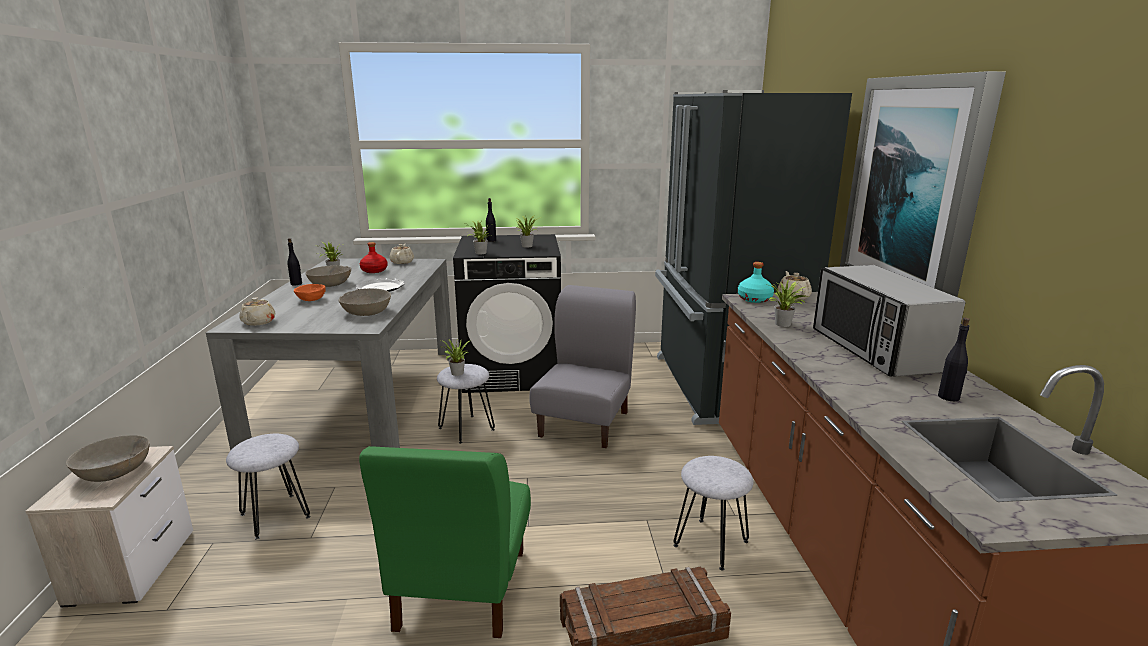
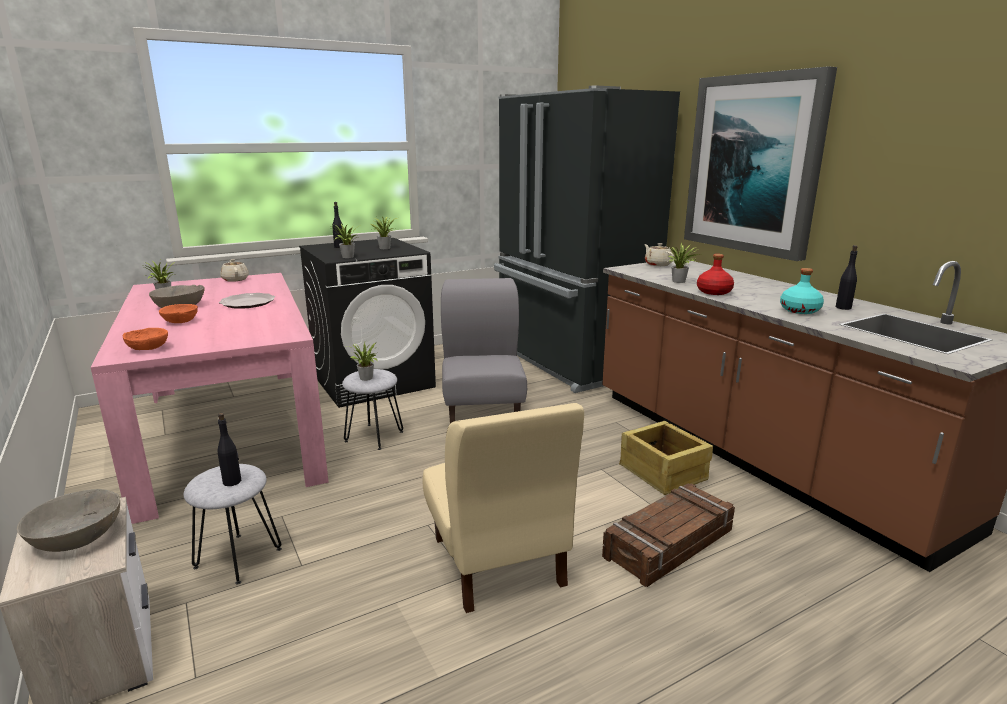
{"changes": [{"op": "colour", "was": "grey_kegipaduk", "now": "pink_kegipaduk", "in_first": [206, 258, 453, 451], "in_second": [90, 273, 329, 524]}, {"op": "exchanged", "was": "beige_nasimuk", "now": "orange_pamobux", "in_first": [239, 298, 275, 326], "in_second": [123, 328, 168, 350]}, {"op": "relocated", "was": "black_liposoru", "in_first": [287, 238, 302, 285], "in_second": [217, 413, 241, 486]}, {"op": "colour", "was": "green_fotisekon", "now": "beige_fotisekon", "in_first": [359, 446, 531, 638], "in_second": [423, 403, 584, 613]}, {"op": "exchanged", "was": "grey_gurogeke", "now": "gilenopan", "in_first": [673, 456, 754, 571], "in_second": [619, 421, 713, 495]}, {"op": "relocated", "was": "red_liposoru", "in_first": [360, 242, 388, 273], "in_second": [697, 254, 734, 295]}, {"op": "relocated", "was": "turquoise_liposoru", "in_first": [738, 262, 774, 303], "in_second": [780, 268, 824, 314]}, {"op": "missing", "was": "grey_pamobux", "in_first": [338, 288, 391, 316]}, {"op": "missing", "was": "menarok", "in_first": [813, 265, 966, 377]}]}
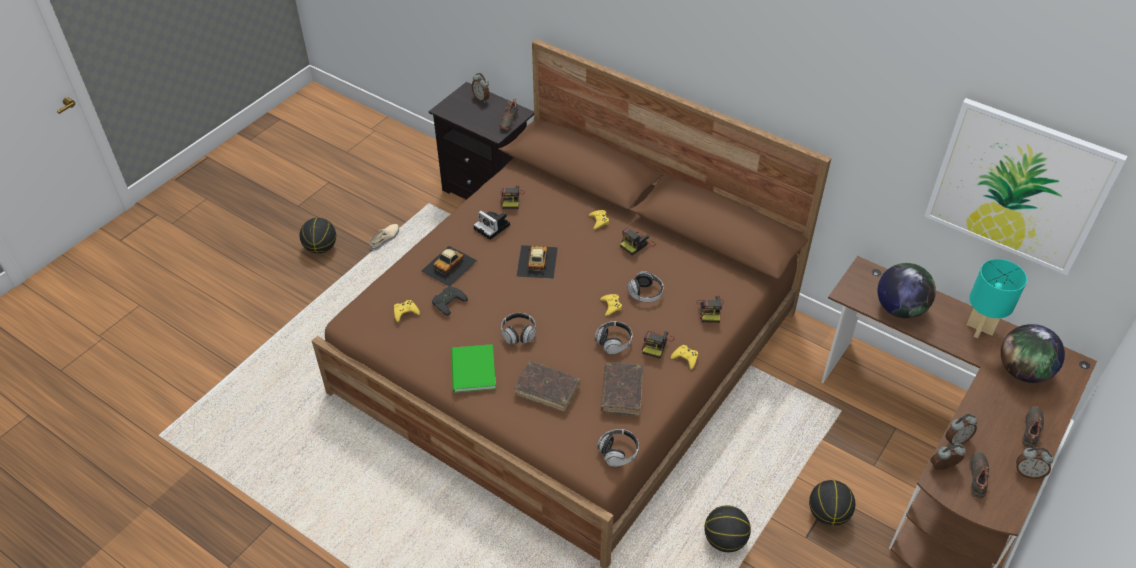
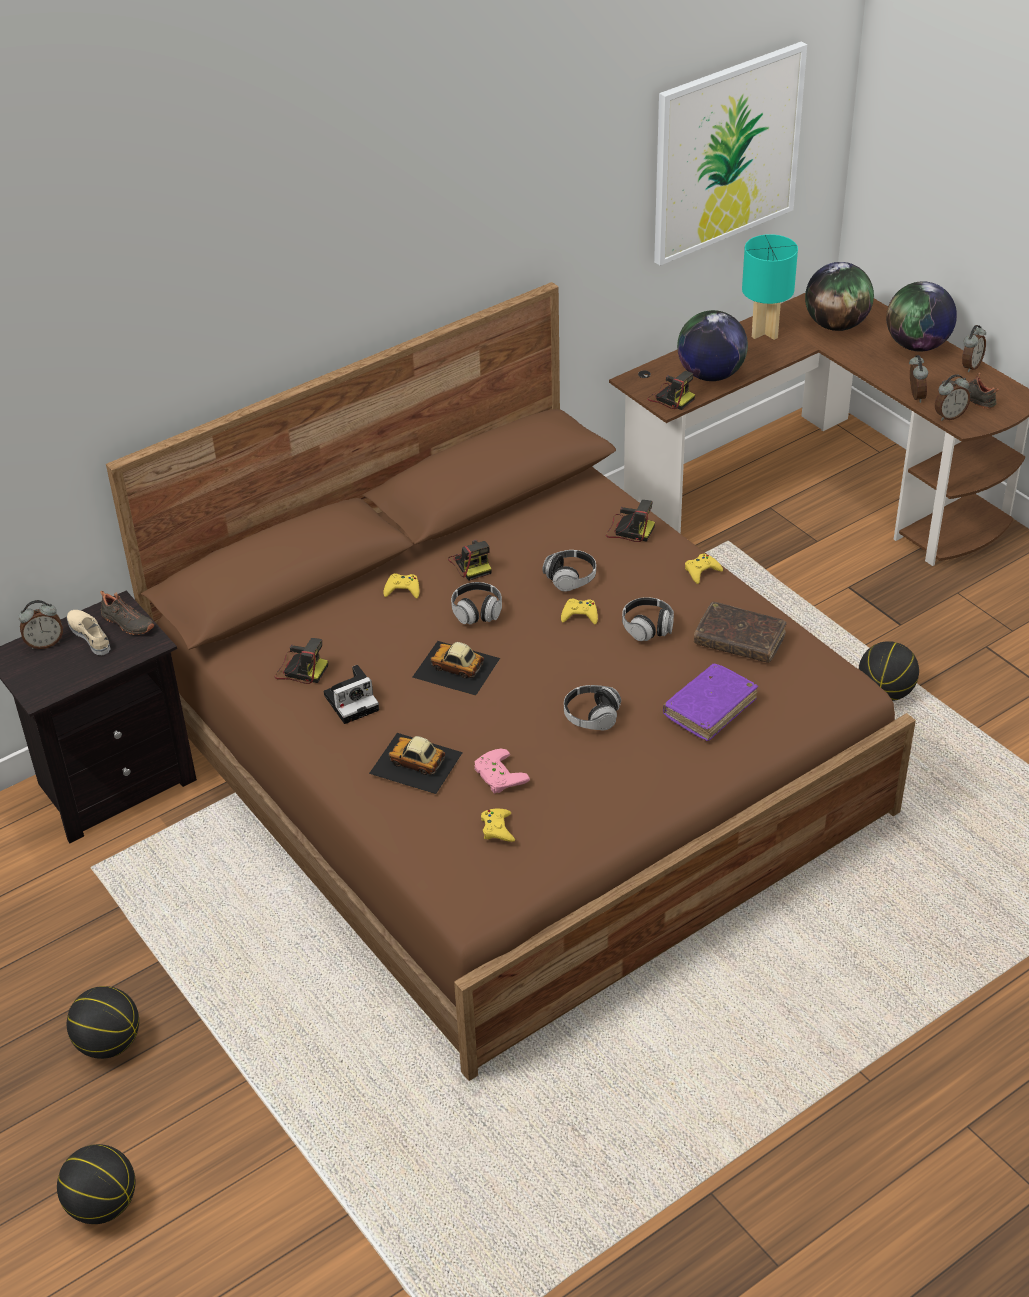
{"changes": [{"op": "relocated", "was": "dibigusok", "in_first": [809, 480, 855, 526], "in_second": [57, 1144, 135, 1224]}, {"op": "relocated", "was": "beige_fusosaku", "in_first": [369, 224, 399, 250], "in_second": [67, 610, 110, 655]}, {"op": "spun", "was": "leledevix", "in_first": [421, 246, 478, 286], "in_second": [369, 733, 463, 794], "clockwise": 150}, {"op": "relocated", "was": "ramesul", "in_first": [597, 429, 639, 467], "in_second": [451, 582, 502, 624]}, {"op": "colour", "was": "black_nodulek", "now": "pink_nodulek", "in_first": [432, 286, 468, 316], "in_second": [474, 749, 530, 794]}, {"op": "relocated", "was": "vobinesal", "in_first": [642, 331, 674, 359], "in_second": [647, 371, 695, 410]}, {"op": "colour", "was": "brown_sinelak", "now": "purple_sinelak", "in_first": [514, 361, 580, 412], "in_second": [663, 663, 758, 741]}, {"op": "exchanged", "was": "black_fusosaku", "now": "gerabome", "in_first": [1021, 406, 1044, 448], "in_second": [886, 281, 957, 351]}, {"op": "spun", "was": "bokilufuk", "in_first": [930, 443, 966, 470], "in_second": [935, 374, 970, 421], "clockwise": -120}, {"op": "missing", "was": "green_sinelak", "in_first": [451, 344, 496, 393]}]}
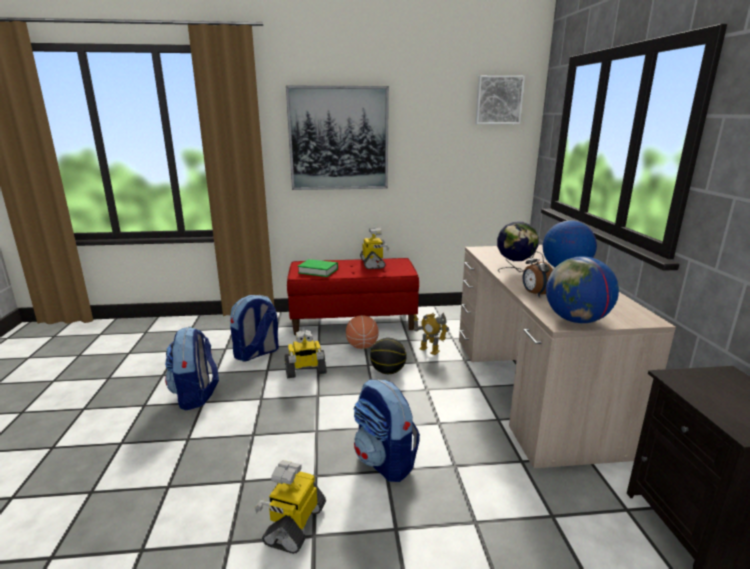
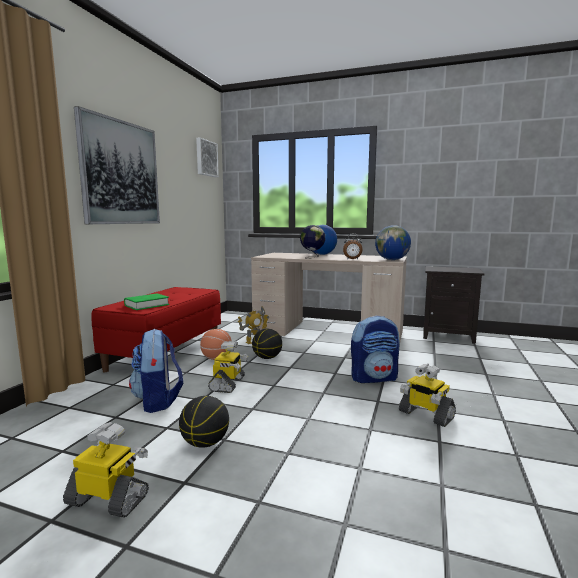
{"changes": [{"op": "relocated", "was": "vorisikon", "in_first": [360, 228, 389, 269], "in_second": [63, 422, 149, 518]}, {"op": "exchanged", "was": "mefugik", "now": "dibigusok", "in_first": [165, 327, 219, 411], "in_second": [179, 396, 229, 448]}]}
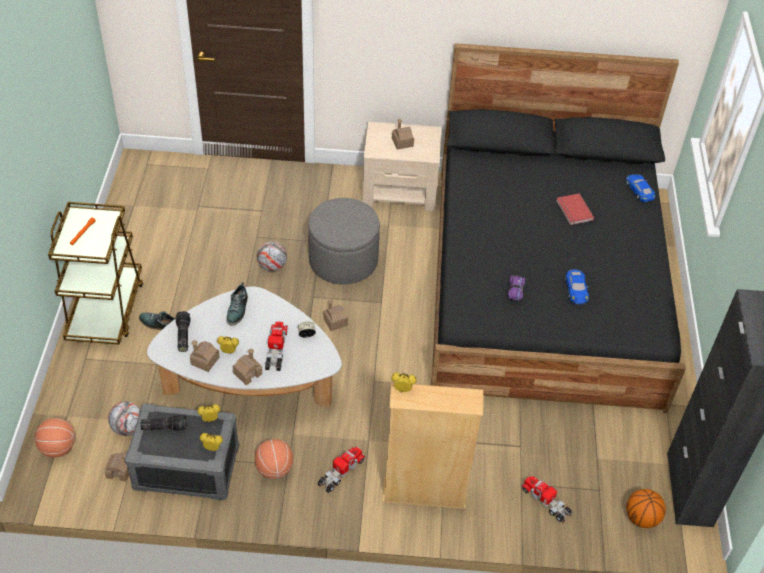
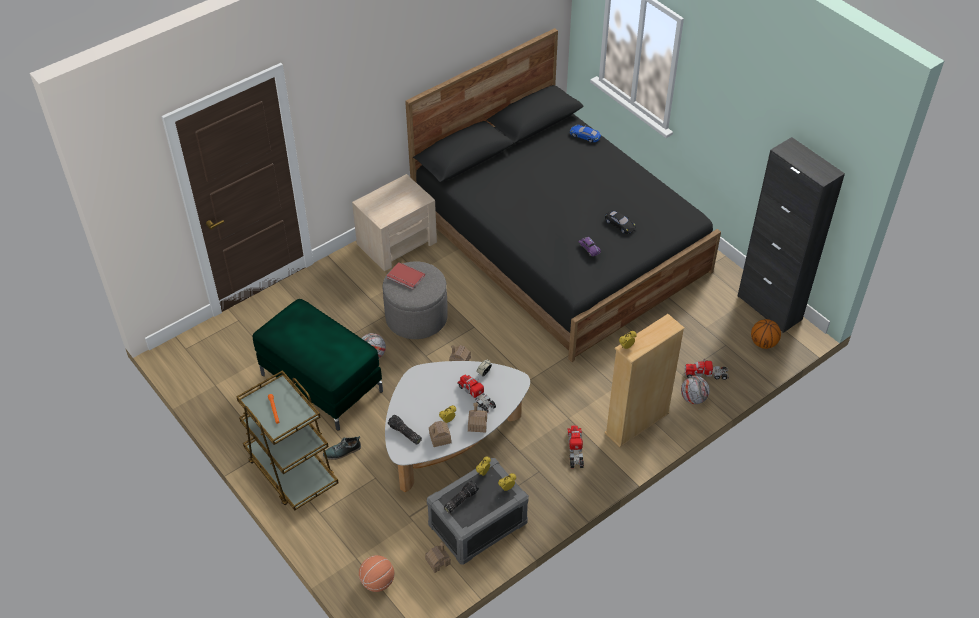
{"changes": [{"op": "appeared", "now": "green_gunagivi", "in_second": [253, 299, 383, 431]}, {"op": "relocated", "was": "red_sinelak", "in_first": [556, 193, 594, 225], "in_second": [387, 262, 425, 290]}, {"op": "colour", "was": "blue_leledevix", "now": "black_leledevix", "in_first": [565, 270, 589, 304], "in_second": [605, 210, 636, 234]}, {"op": "relocated", "was": "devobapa", "in_first": [108, 401, 140, 436], "in_second": [681, 376, 710, 404]}, {"op": "missing", "was": "fusosaku", "in_first": [226, 282, 248, 326]}, {"op": "missing", "was": "dibigusok", "in_first": [255, 439, 293, 479]}, {"op": "missing", "was": "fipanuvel", "in_first": [392, 119, 414, 150]}]}
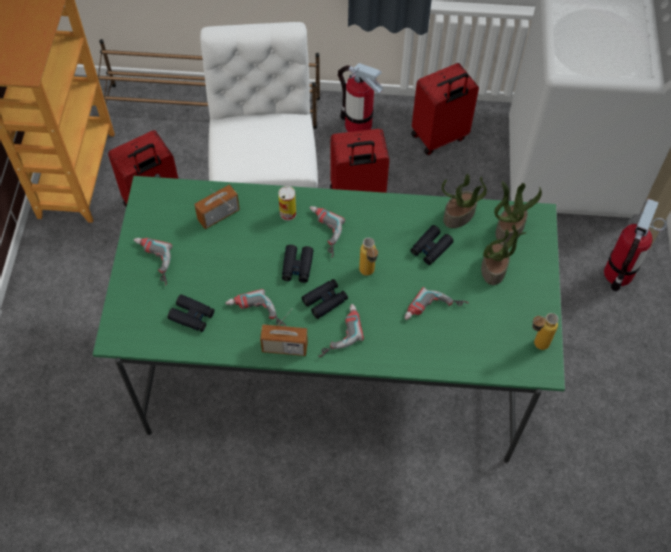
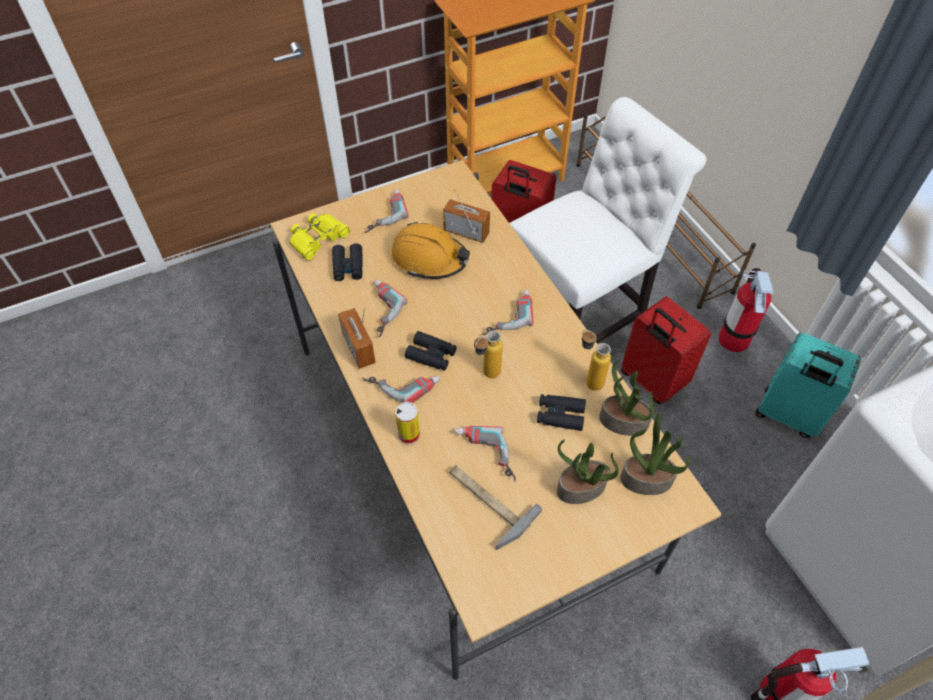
{"changes": [{"op": "colour", "was": "green_kegipaduk", "now": "beige_kegipaduk", "in_first": [93, 174, 565, 463], "in_second": [270, 160, 722, 680]}, {"op": "appeared", "now": "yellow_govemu", "in_second": [289, 213, 350, 261]}, {"op": "appeared", "now": "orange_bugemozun", "in_second": [392, 222, 470, 279]}, {"op": "relocated", "was": "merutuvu", "in_first": [278, 186, 296, 221], "in_second": [395, 402, 420, 445]}, {"op": "appeared", "now": "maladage", "in_second": [449, 465, 542, 550]}, {"op": "relocated", "was": "liposoru", "in_first": [532, 313, 559, 350], "in_second": [582, 330, 611, 391]}, {"op": "colour", "was": "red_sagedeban", "now": "turquoise_sagedeban", "in_first": [411, 63, 479, 155], "in_second": [755, 332, 861, 438]}, {"op": "missing", "was": "black_govemu", "in_first": [282, 245, 314, 283]}]}
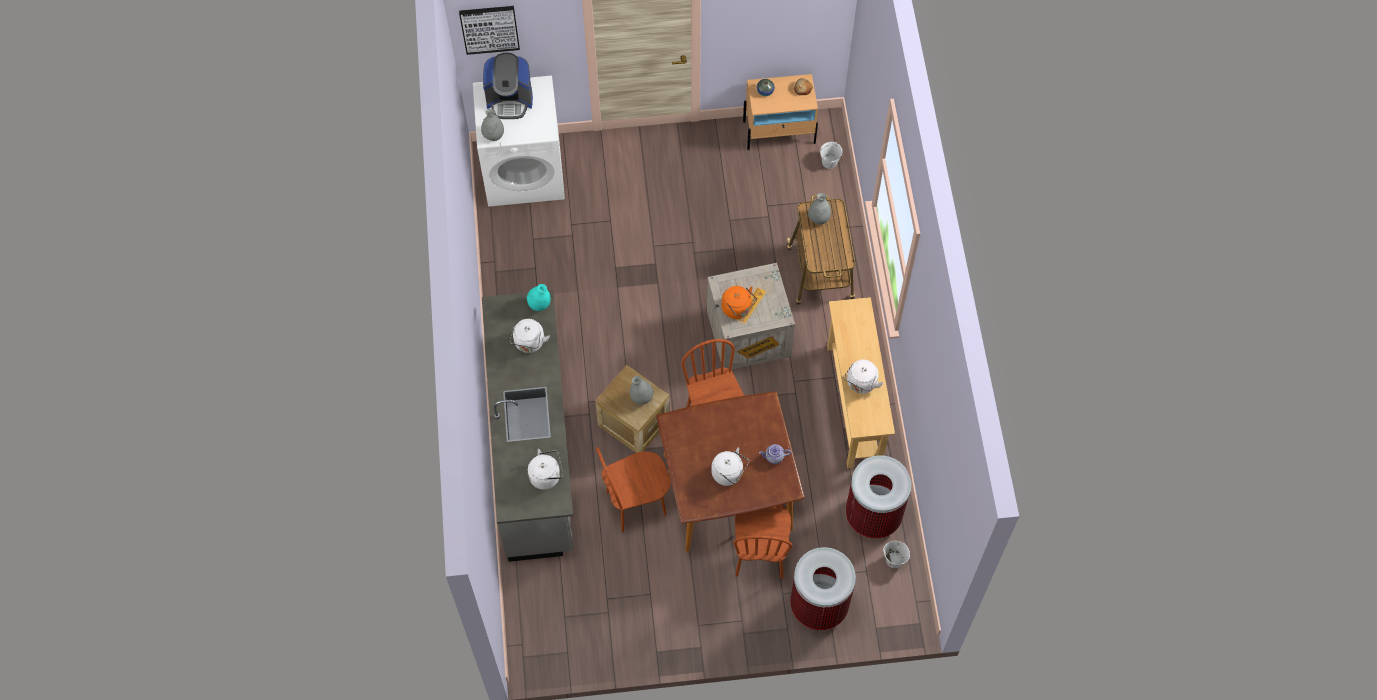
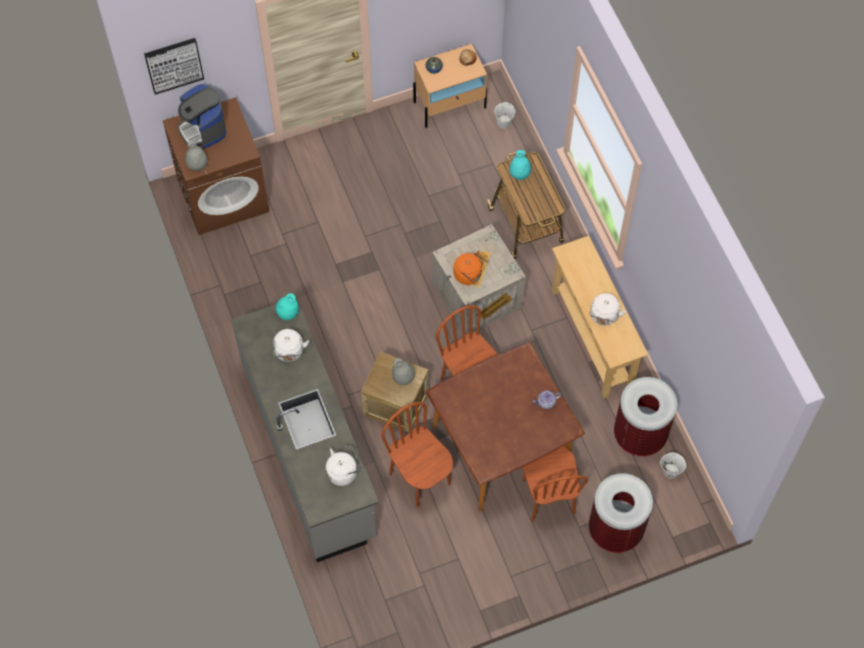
{"changes": [{"op": "colour", "was": "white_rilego", "now": "brown_rilego", "in_first": [473, 76, 565, 207], "in_second": [163, 97, 269, 235]}, {"op": "spun", "was": "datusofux", "in_first": [483, 52, 533, 119], "in_second": [177, 84, 226, 149], "clockwise": 75}, {"op": "spun", "was": "brown_fotisekon", "in_first": [596, 447, 671, 532], "in_second": [381, 402, 453, 508], "clockwise": 90}, {"op": "colour", "was": "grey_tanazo", "now": "turquoise_tanazo", "in_first": [808, 193, 831, 225], "in_second": [509, 150, 531, 180]}, {"op": "missing", "was": "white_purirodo", "in_first": [711, 448, 749, 486]}]}
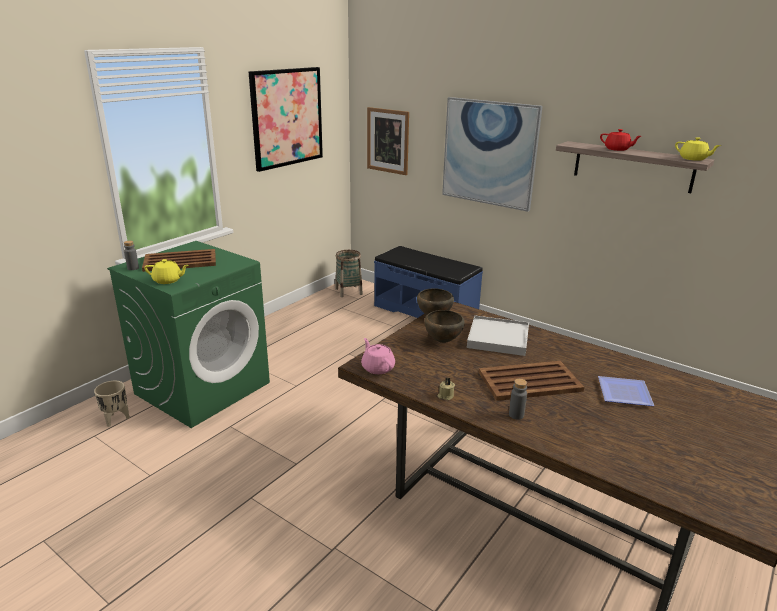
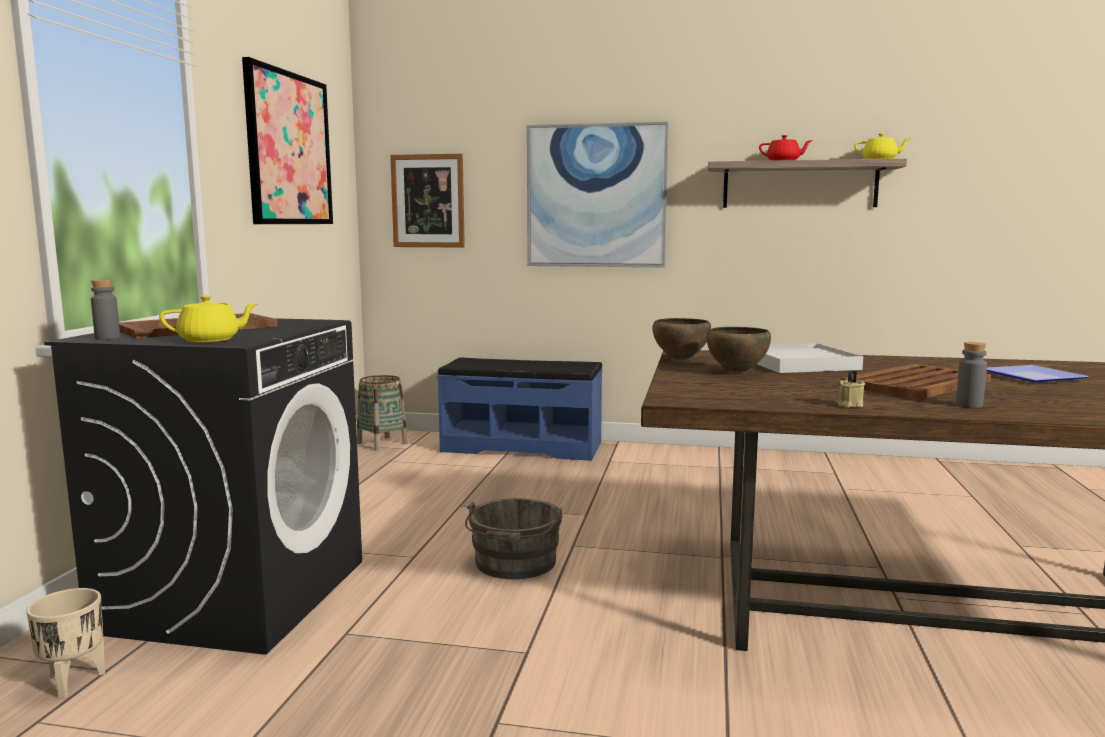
{"changes": [{"op": "colour", "was": "green_rilego", "now": "black_rilego", "in_first": [107, 241, 270, 428], "in_second": [44, 318, 362, 655]}, {"op": "appeared", "now": "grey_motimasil", "in_second": [465, 498, 563, 579]}, {"op": "missing", "was": "pink_nasimuk", "in_first": [361, 338, 395, 374]}]}
